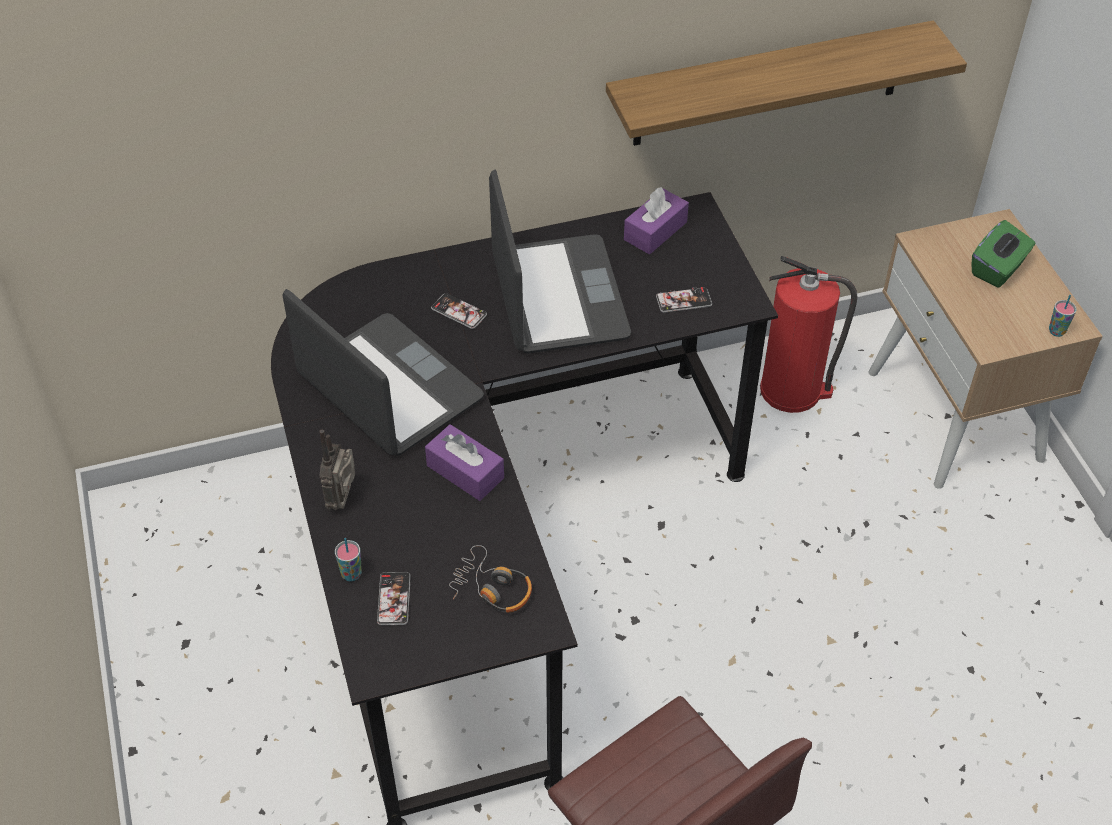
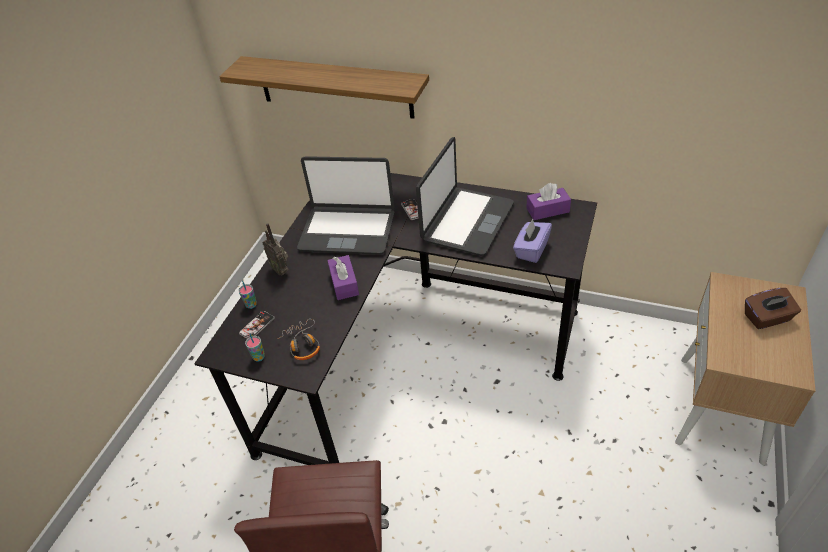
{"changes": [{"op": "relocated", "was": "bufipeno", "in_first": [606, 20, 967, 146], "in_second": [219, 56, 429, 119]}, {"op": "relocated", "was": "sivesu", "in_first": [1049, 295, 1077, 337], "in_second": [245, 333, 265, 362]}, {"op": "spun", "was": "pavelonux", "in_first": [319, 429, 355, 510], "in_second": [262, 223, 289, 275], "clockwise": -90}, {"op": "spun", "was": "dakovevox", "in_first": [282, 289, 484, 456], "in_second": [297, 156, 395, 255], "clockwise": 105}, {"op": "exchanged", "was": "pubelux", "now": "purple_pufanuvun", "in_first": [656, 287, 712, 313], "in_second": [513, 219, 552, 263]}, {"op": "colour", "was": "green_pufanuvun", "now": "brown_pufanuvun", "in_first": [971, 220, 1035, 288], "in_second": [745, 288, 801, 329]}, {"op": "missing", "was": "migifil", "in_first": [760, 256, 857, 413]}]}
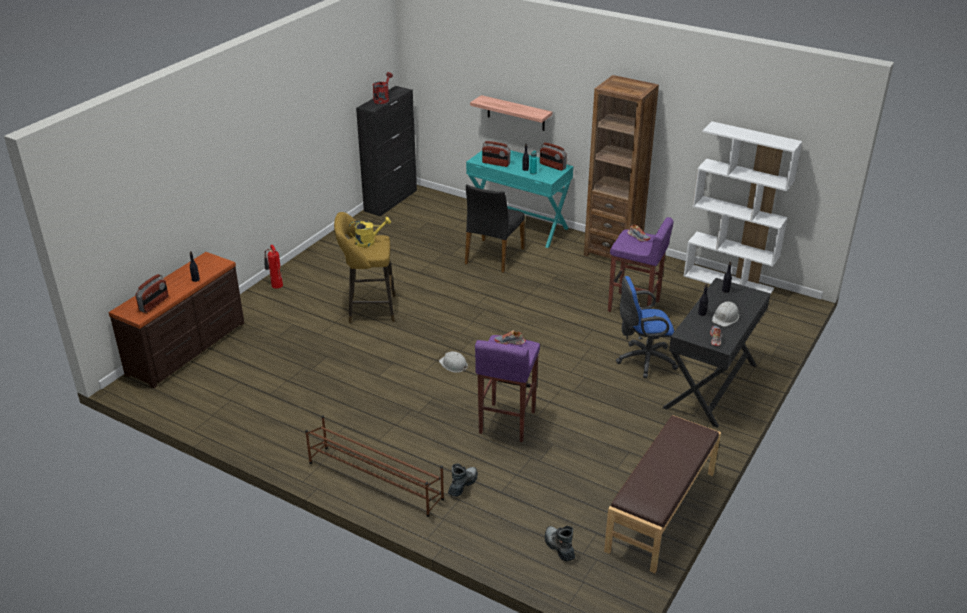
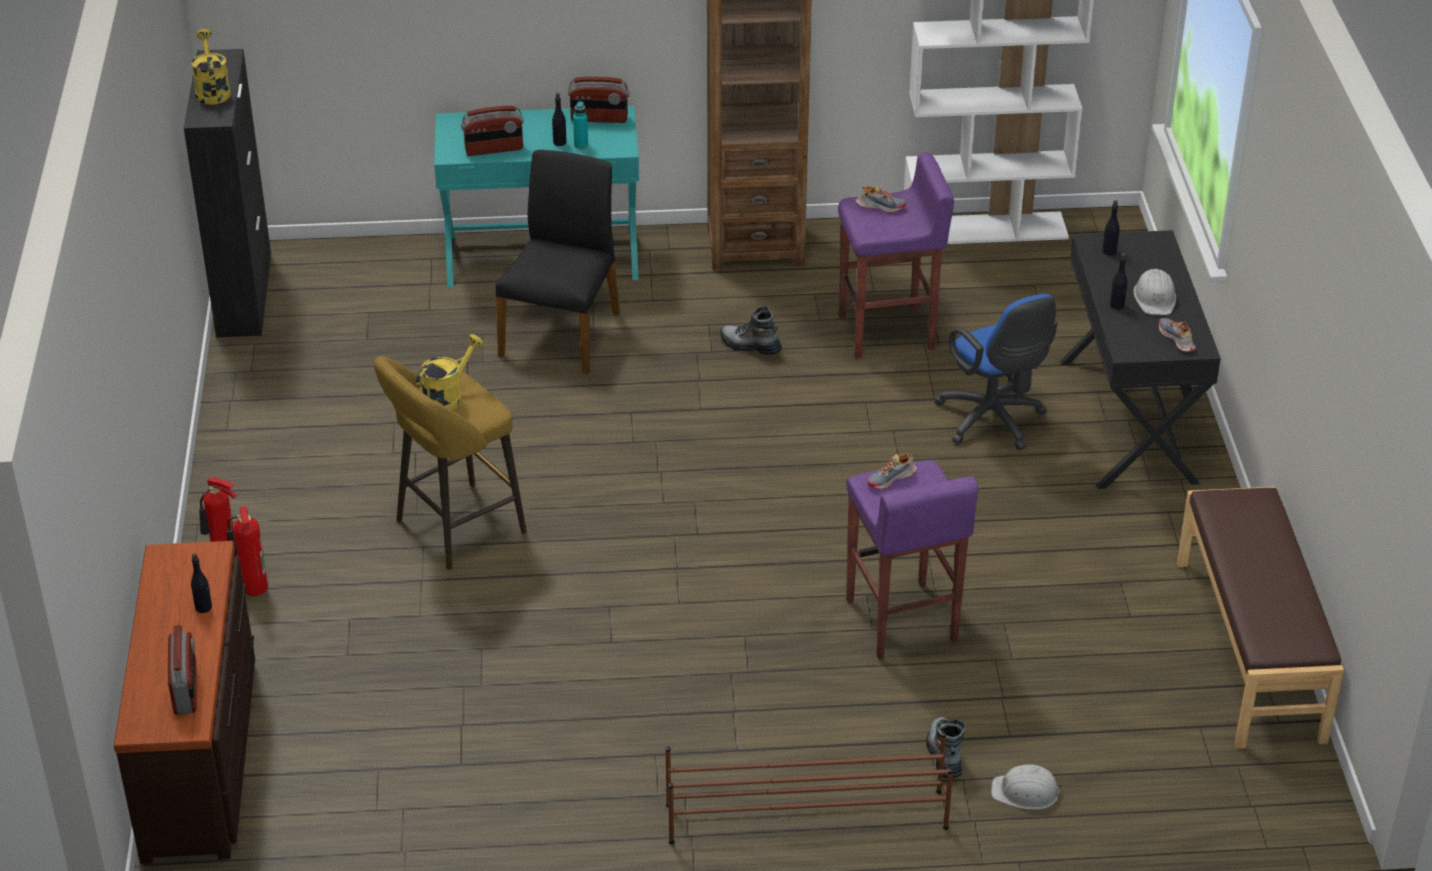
{"changes": [{"op": "colour", "was": "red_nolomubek", "now": "yellow_nolomubek", "in_first": [373, 72, 393, 104], "in_second": [191, 29, 231, 105]}, {"op": "appeared", "now": "migifil", "in_second": [227, 506, 268, 596]}, {"op": "spun", "was": "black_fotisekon", "in_first": [465, 184, 525, 273], "in_second": [496, 150, 620, 374], "clockwise": -150}, {"op": "relocated", "was": "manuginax", "in_first": [545, 526, 575, 561], "in_second": [720, 306, 782, 355]}, {"op": "spun", "was": "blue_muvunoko", "in_first": [616, 276, 678, 378], "in_second": [934, 294, 1057, 450], "clockwise": -75}, {"op": "relocated", "was": "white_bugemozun", "in_first": [439, 351, 468, 373], "in_second": [991, 764, 1064, 810]}, {"op": "missing", "was": "bufipeno", "in_first": [470, 95, 552, 131]}]}
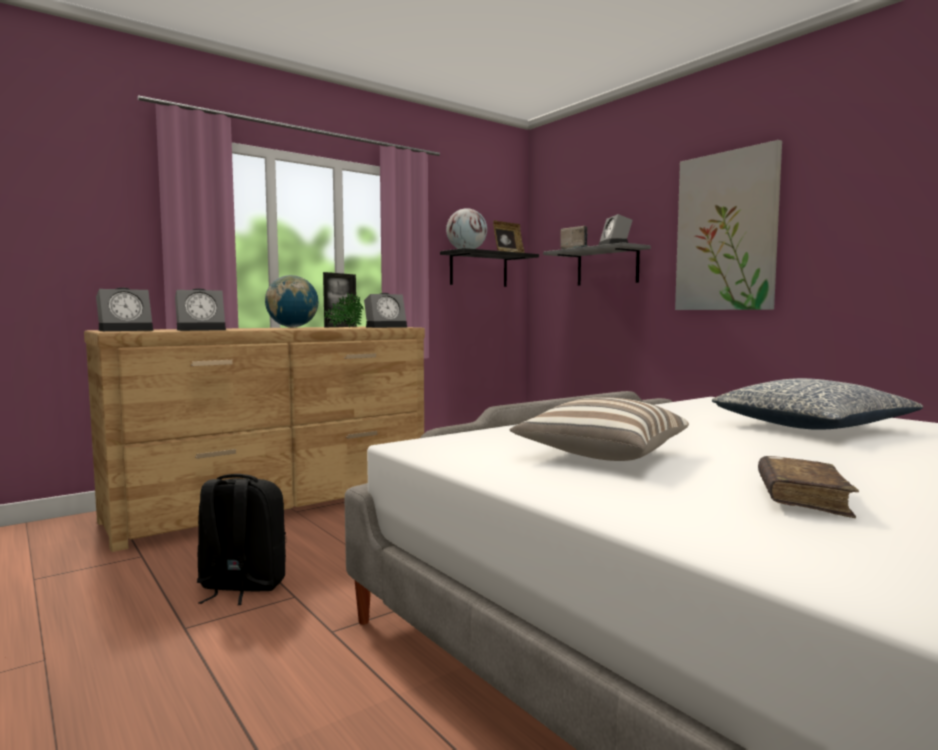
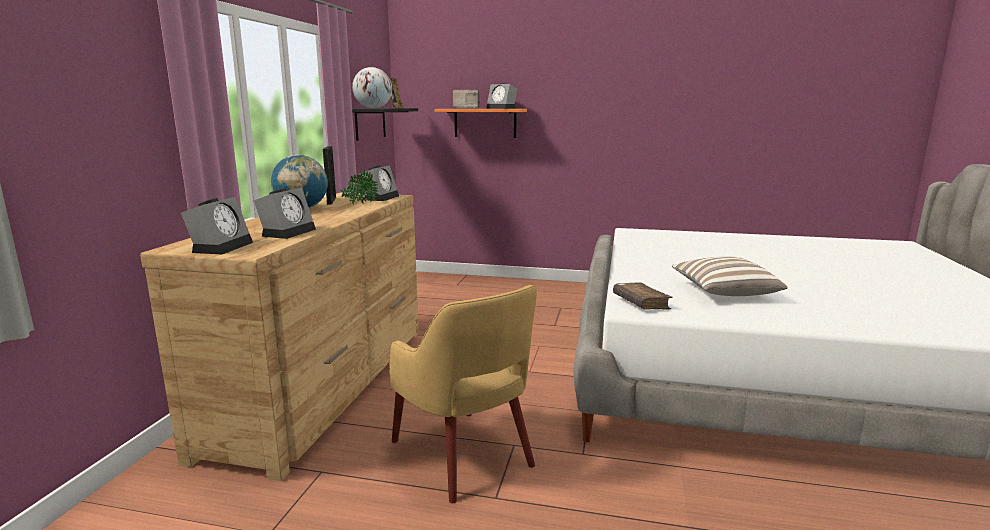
{"changes": [{"op": "exchanged", "was": "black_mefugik", "now": "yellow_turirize", "in_first": [197, 474, 286, 605], "in_second": [389, 285, 537, 503]}, {"op": "colour", "was": "grey_bufipeno", "now": "orange_bufipeno", "in_first": [543, 242, 651, 286], "in_second": [435, 109, 527, 138]}, {"op": "relocated", "was": "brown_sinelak", "in_first": [758, 456, 859, 518], "in_second": [613, 282, 672, 310]}, {"op": "missing", "was": "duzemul", "in_first": [675, 140, 782, 310]}, {"op": "missing", "was": "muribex", "in_first": [712, 378, 923, 430]}]}
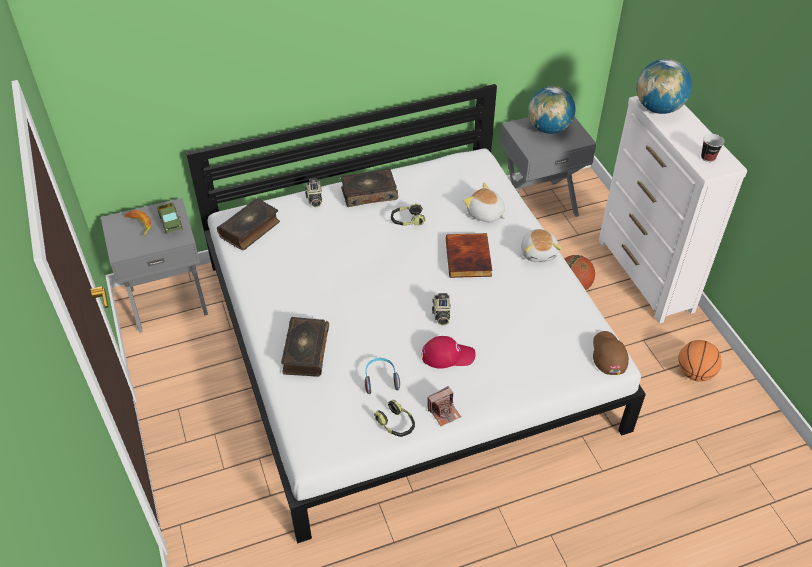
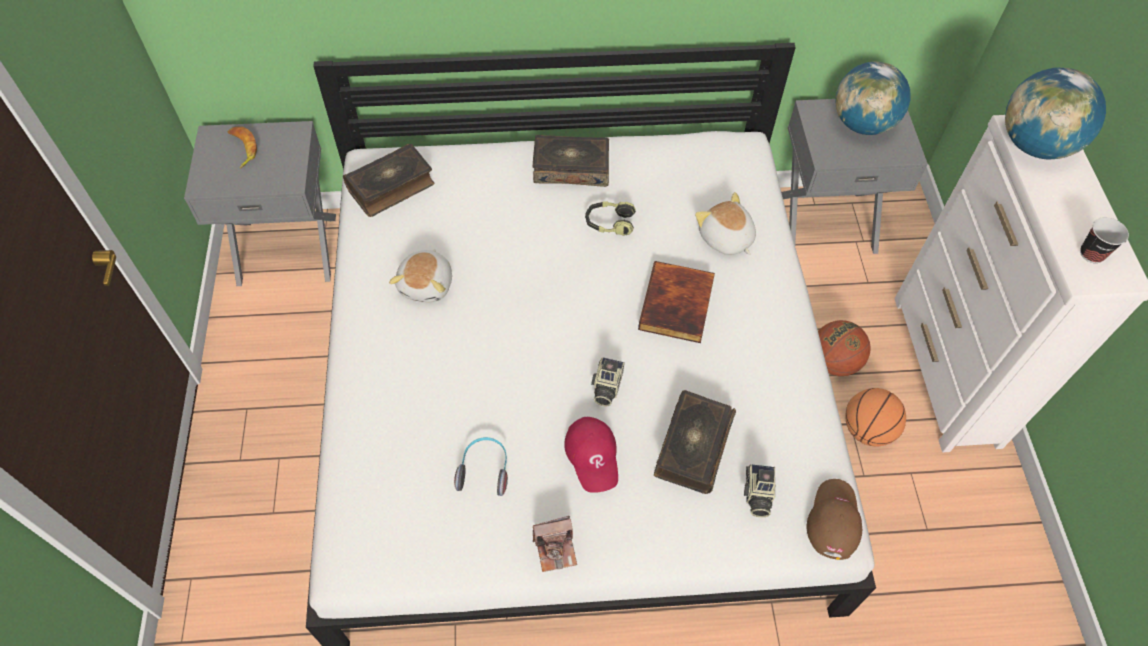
{"changes": [{"op": "relocated", "was": "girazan", "in_first": [521, 229, 562, 262], "in_second": [389, 249, 452, 302]}, {"op": "spun", "was": "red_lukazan", "in_first": [422, 336, 476, 369], "in_second": [564, 417, 618, 493], "clockwise": 60}, {"op": "relocated", "was": "sinelak", "in_first": [281, 317, 329, 377], "in_second": [654, 390, 736, 494]}, {"op": "relocated", "was": "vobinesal", "in_first": [305, 178, 322, 207], "in_second": [744, 464, 776, 517]}, {"op": "relocated", "was": "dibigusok", "in_first": [678, 340, 721, 382], "in_second": [845, 388, 906, 446]}, {"op": "missing", "was": "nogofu", "in_first": [157, 202, 183, 234]}, {"op": "missing", "was": "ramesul", "in_first": [374, 399, 415, 437]}]}
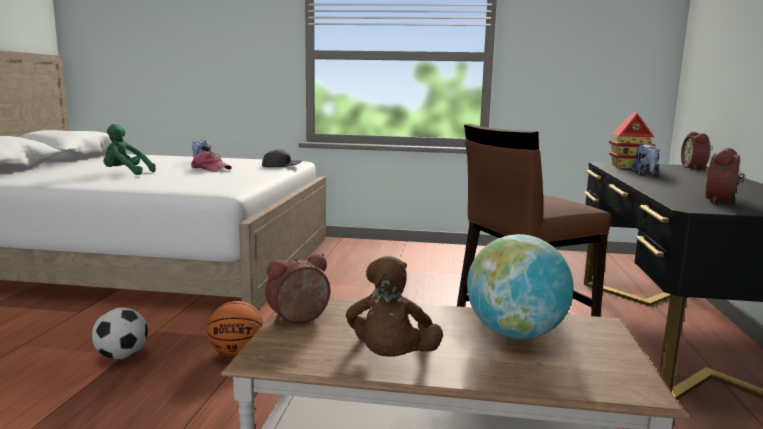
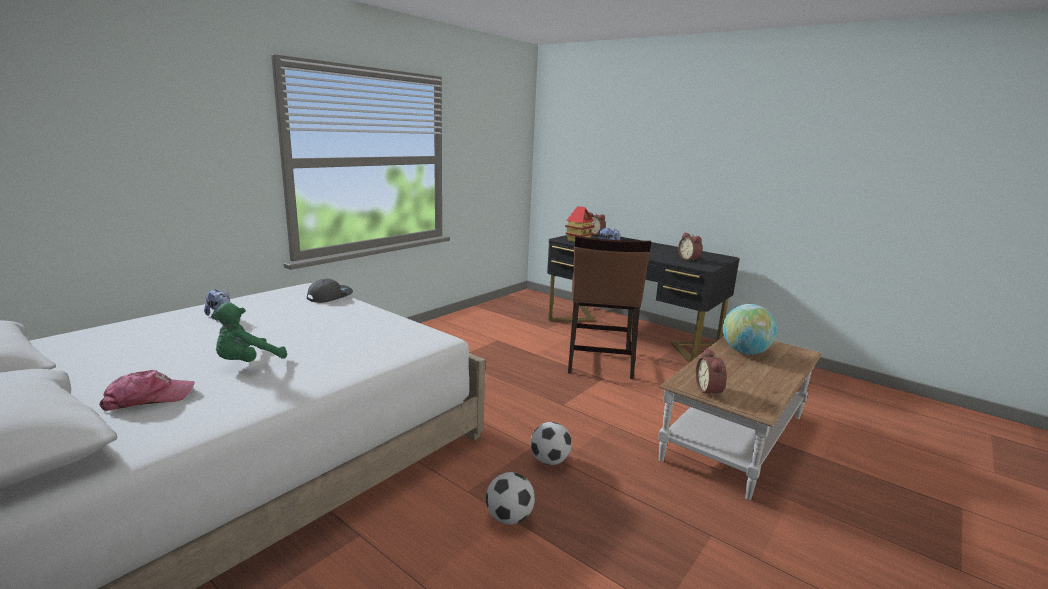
{"changes": [{"op": "relocated", "was": "lukazan", "in_first": [191, 151, 232, 172], "in_second": [99, 370, 194, 411]}, {"op": "exchanged", "was": "dibigusok", "now": "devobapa", "in_first": [207, 301, 263, 357], "in_second": [530, 422, 572, 465]}, {"op": "missing", "was": "brown_girazan", "in_first": [346, 256, 443, 357]}]}
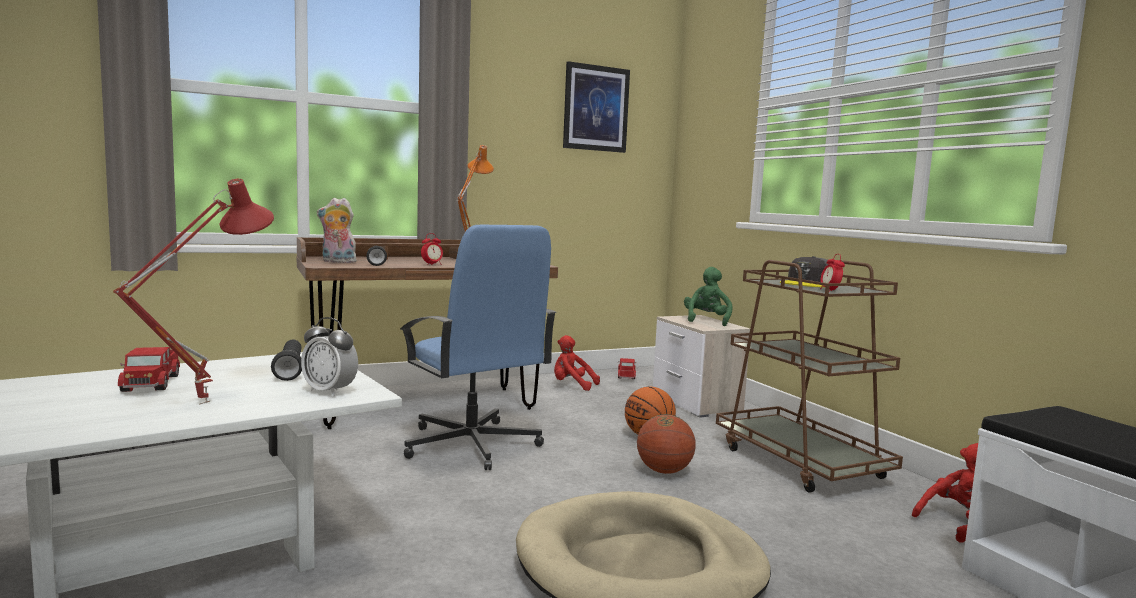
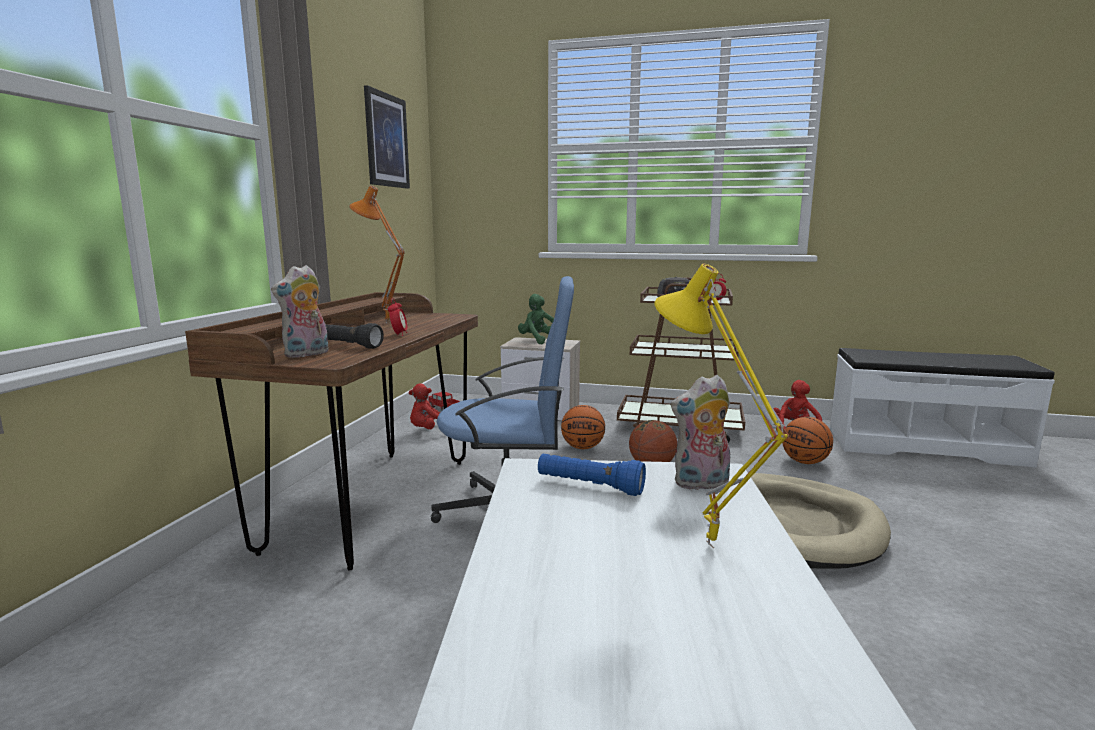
{"changes": [{"op": "colour", "was": "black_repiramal", "now": "blue_repiramal", "in_first": [271, 340, 302, 381], "in_second": [538, 454, 646, 496]}, {"op": "colour", "was": "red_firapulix", "now": "yellow_firapulix", "in_first": [113, 179, 274, 404], "in_second": [654, 263, 789, 548]}, {"op": "exchanged", "was": "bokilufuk", "now": "girazan", "in_first": [301, 317, 358, 396], "in_second": [671, 375, 730, 490]}, {"op": "appeared", "now": "dibigusok", "in_second": [782, 417, 833, 464]}, {"op": "missing", "was": "nogofu", "in_first": [118, 347, 180, 392]}]}
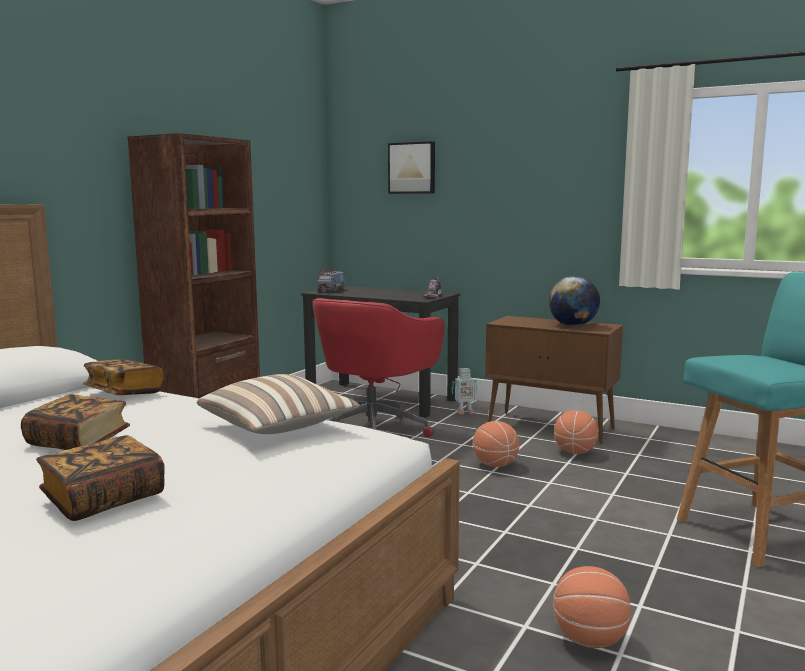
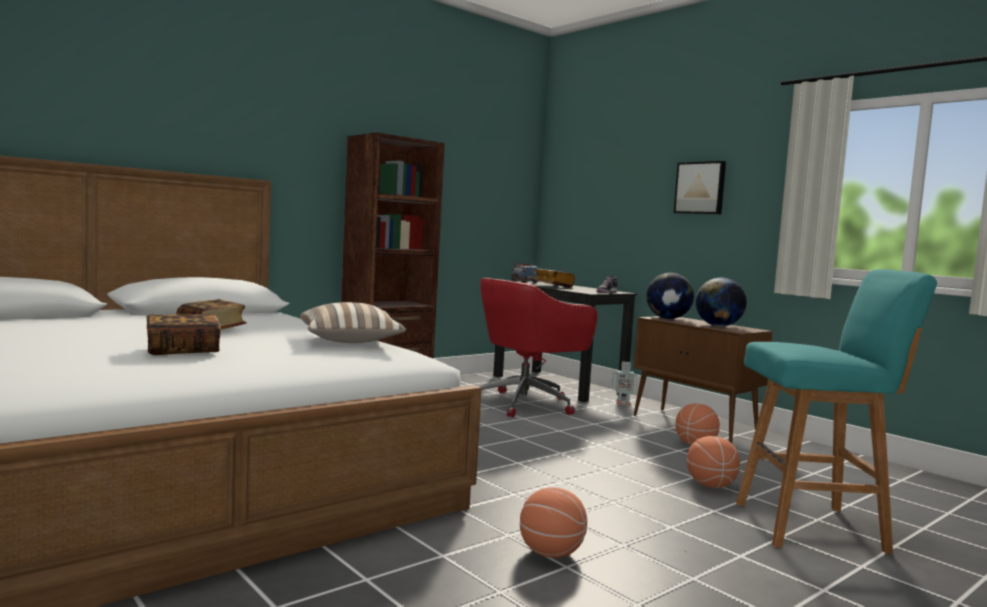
{"changes": [{"op": "relocated", "was": "sinelak", "in_first": [83, 359, 165, 395], "in_second": [533, 269, 575, 288]}, {"op": "appeared", "now": "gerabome", "in_second": [646, 273, 694, 319]}, {"op": "relocated", "was": "duzemul", "in_first": [388, 141, 435, 194], "in_second": [674, 161, 726, 214]}, {"op": "relocated", "was": "dibigusok", "in_first": [473, 421, 519, 467], "in_second": [687, 436, 740, 488]}]}
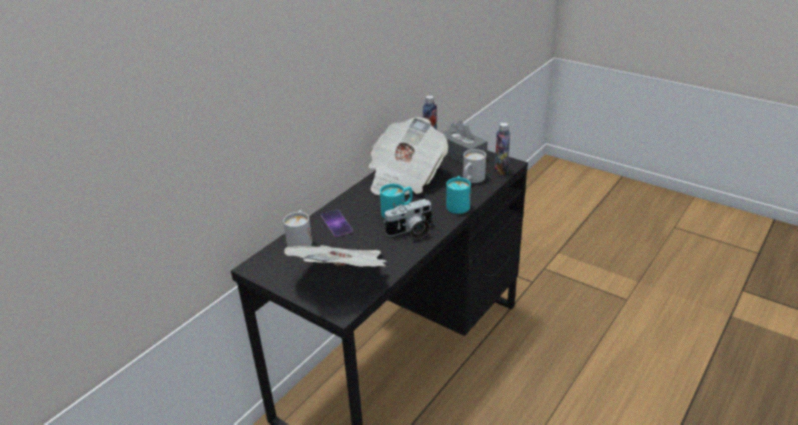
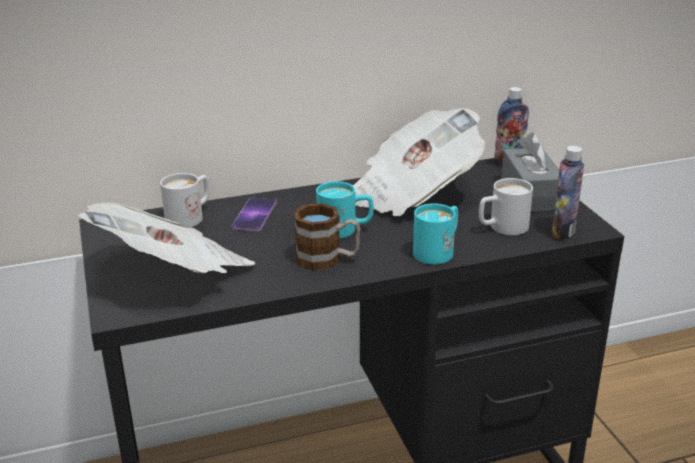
{"changes": [{"op": "exchanged", "was": "vobinesal", "now": "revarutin", "in_first": [384, 199, 432, 239], "in_second": [294, 203, 361, 270]}]}
